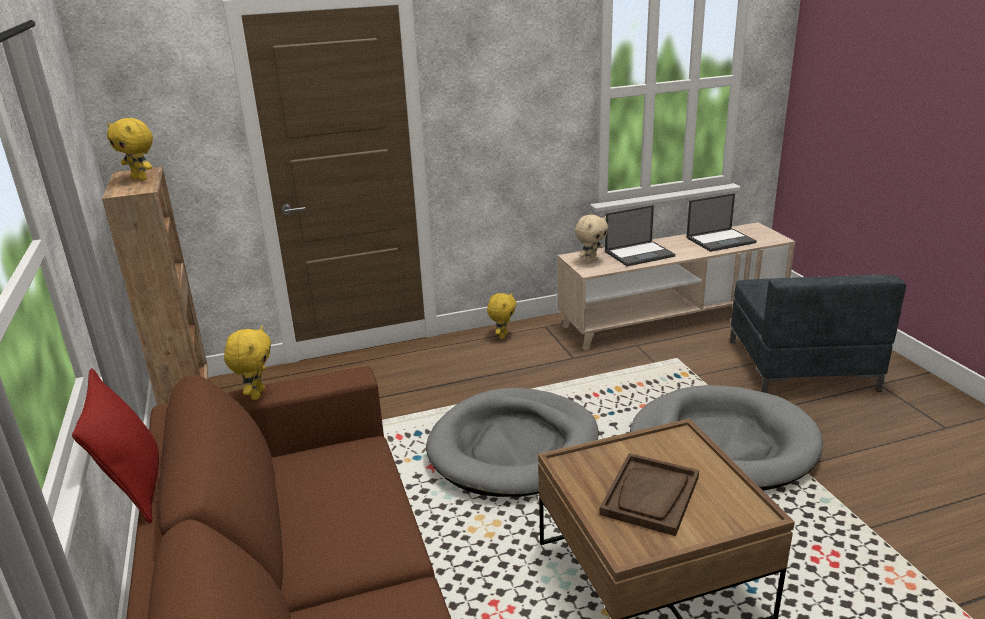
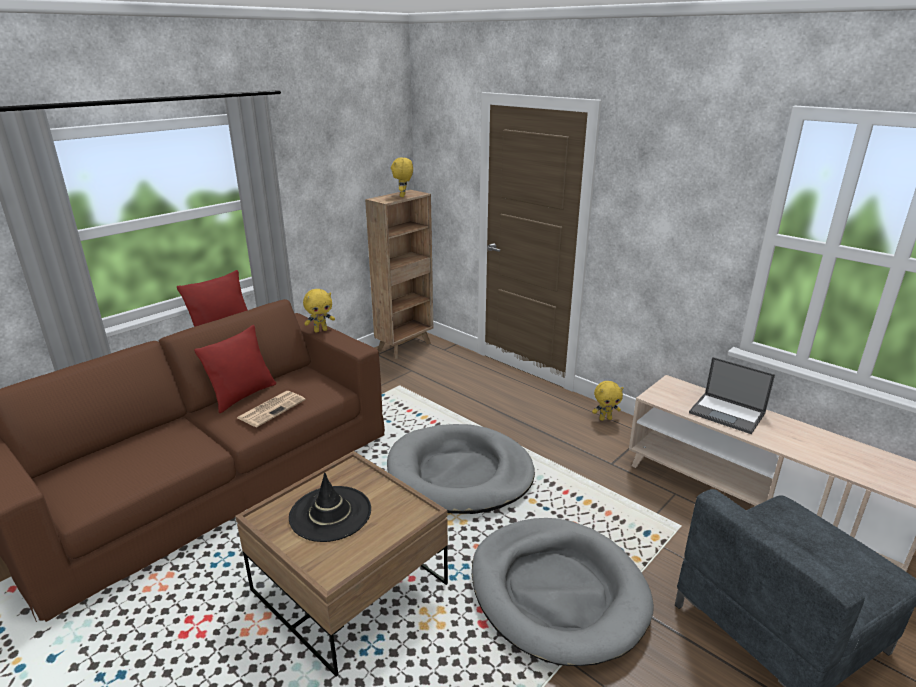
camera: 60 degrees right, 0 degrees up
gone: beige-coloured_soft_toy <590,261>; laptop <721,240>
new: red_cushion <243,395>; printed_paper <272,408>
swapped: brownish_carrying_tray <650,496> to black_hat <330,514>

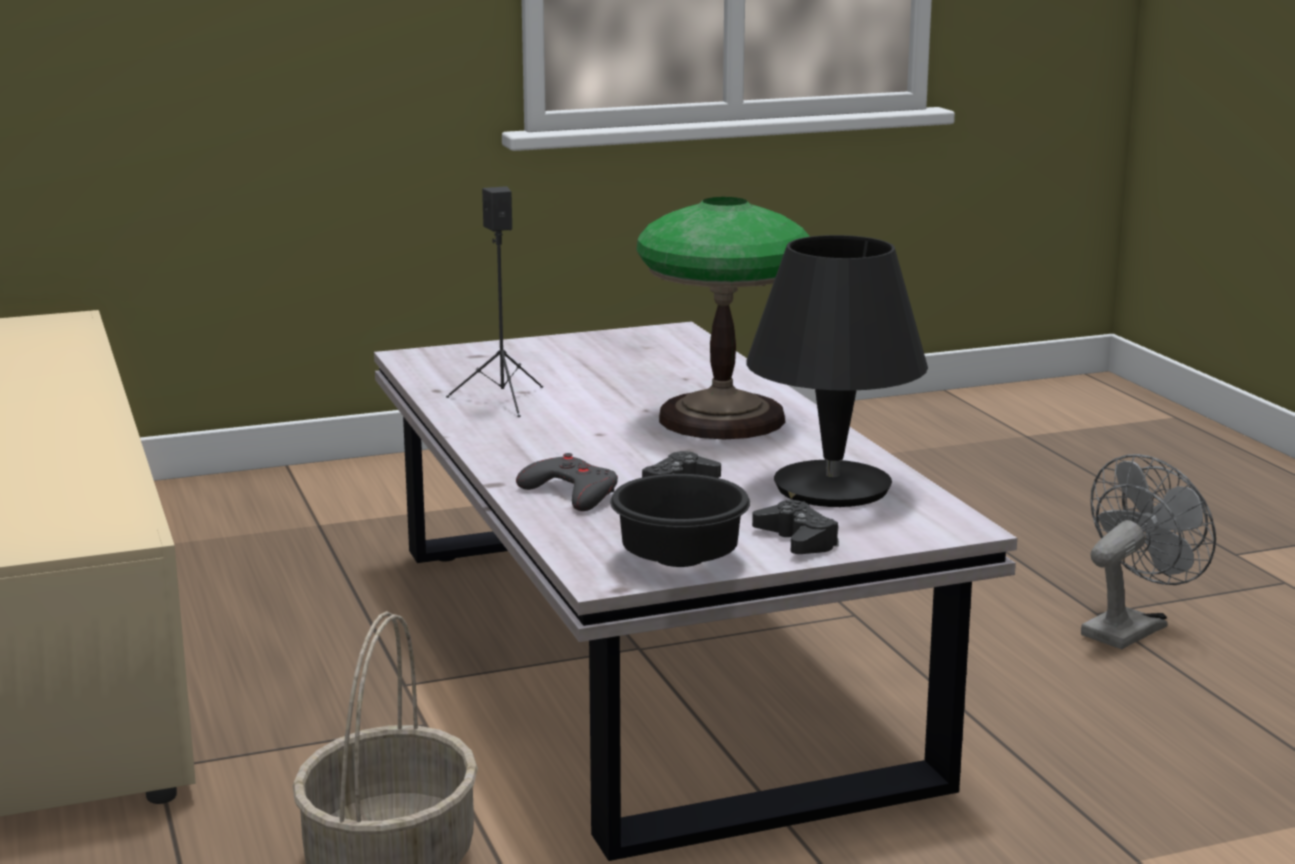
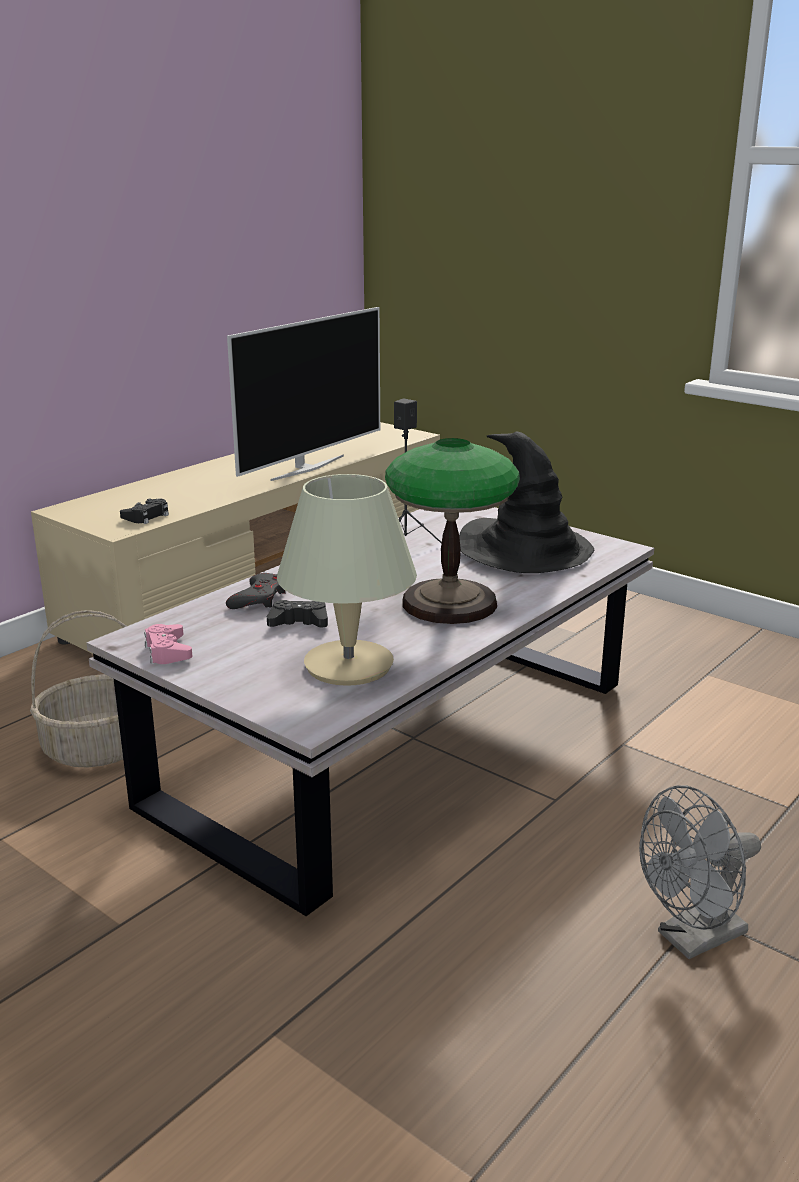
camera: 60 degrees right, 5 degrees up
new: TV_set <306,468>; black_hat <525,551>
shifted: black_gamepad <797,540> to <147,516>
swapped: black_serving_bowl <677,561> to pink_gamepad <168,651>
repainted: black_lamp_for_a_table <831,488> to beige-coloured_lamp_for_a_table <347,665>
rotated: greyish_electric_fan <1131,627> = <692,939> 135 degrees clockwise

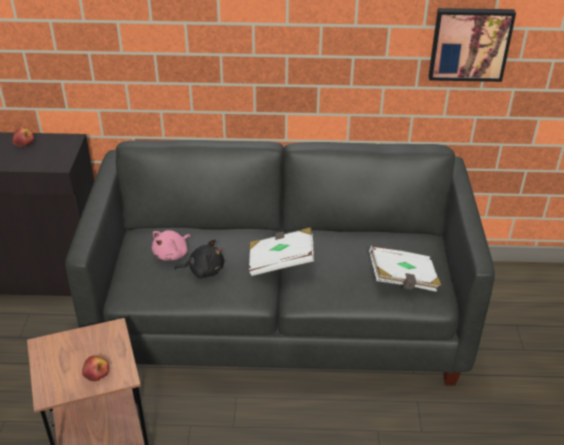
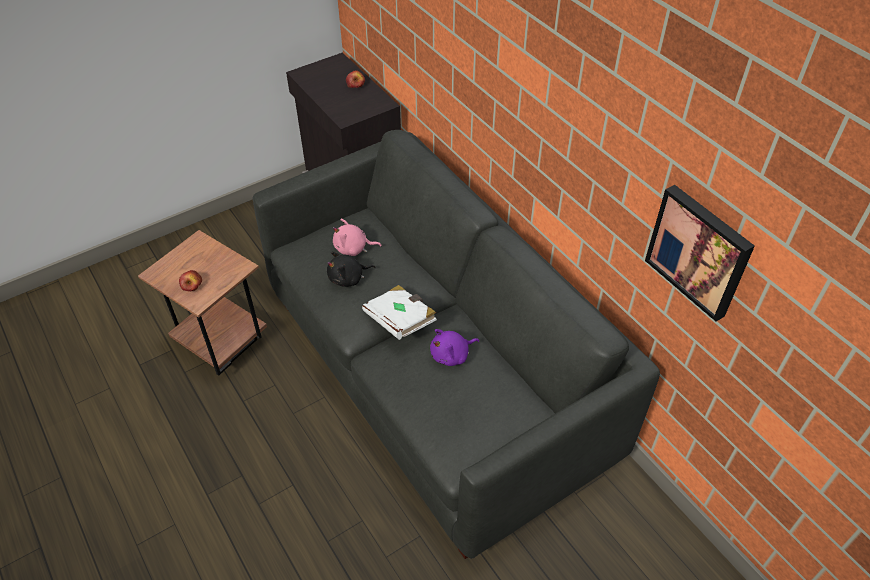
camera: 55 degrees right, 10 degrees up
gone: white_bound_book <403,280>
new: purple_soft_toy <452,355>
rotated: black_soft_toy <204,270> = <348,278> 105 degrees clockwise

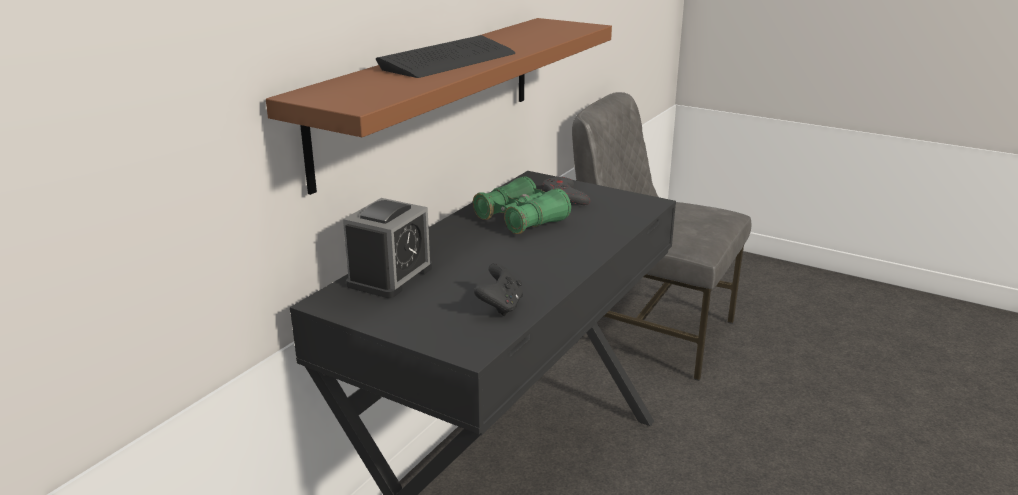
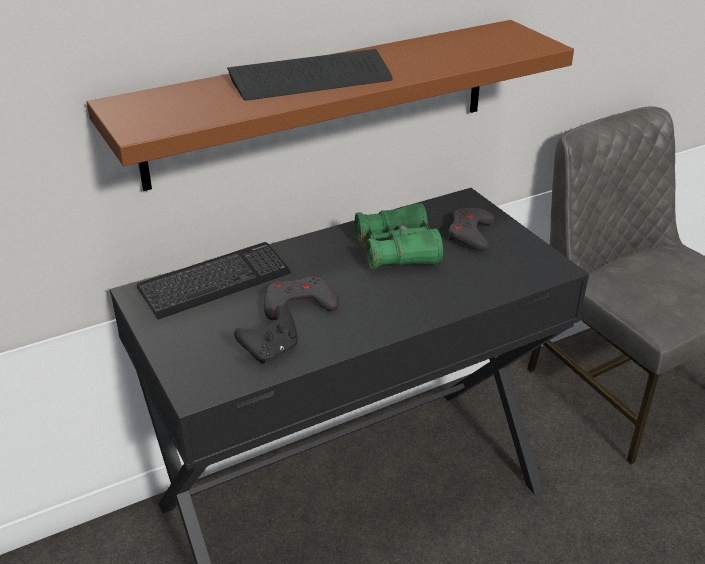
camera: 30 degrees right, 10 degrees up
new: greyish_gamepad <298,304>
swapped: table_clock <390,276> to computer_keyboard <215,282>

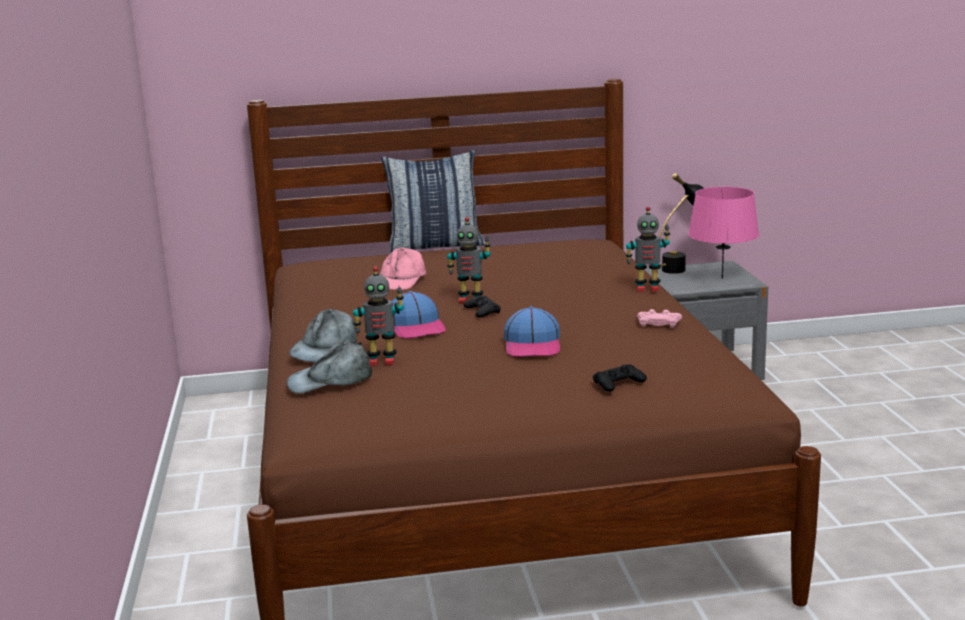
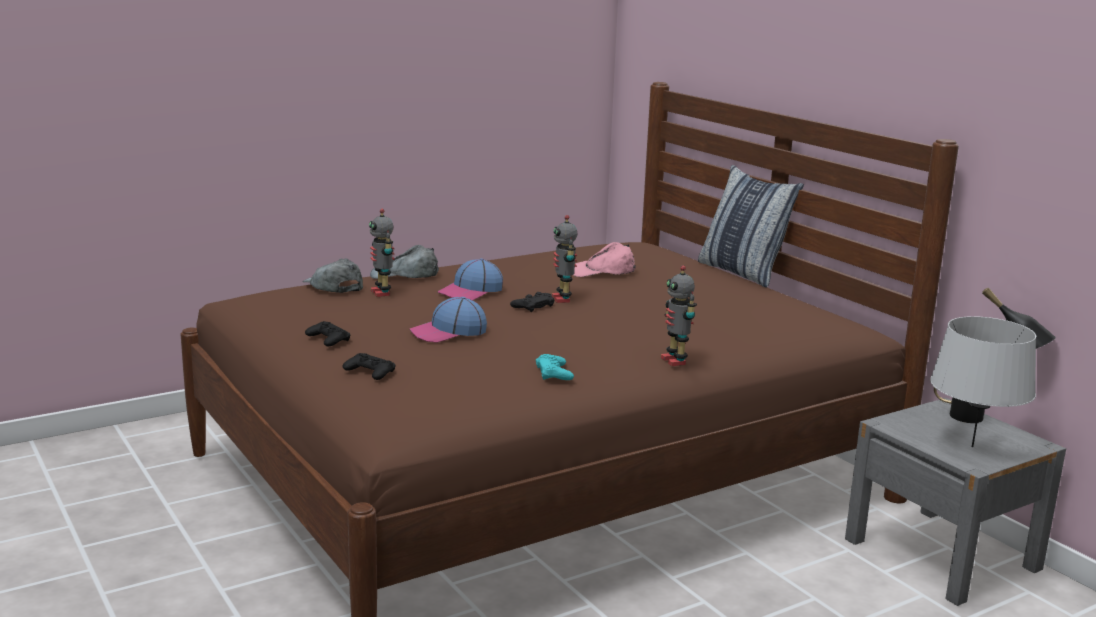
camera: 65 degrees right, 0 degrees up
new: black_gamepad <328,339>
repainted: pink_gamepad <659,323> to turquoise_gamepad <554,373>; pink_lamp_for_a_table <722,278> to greyish_lamp_for_a_table <972,446>

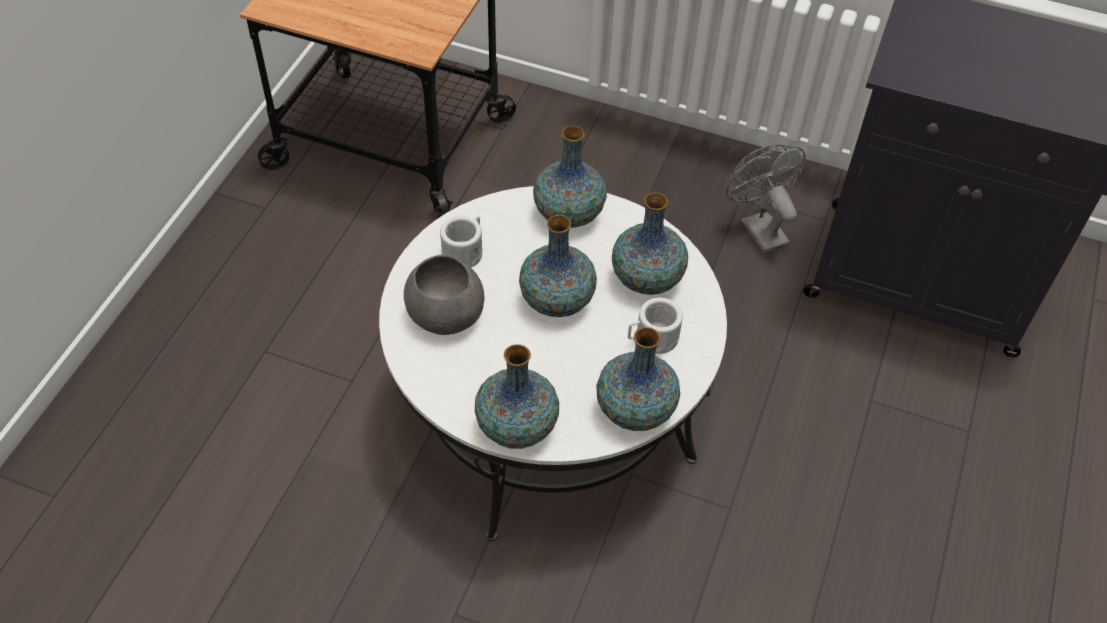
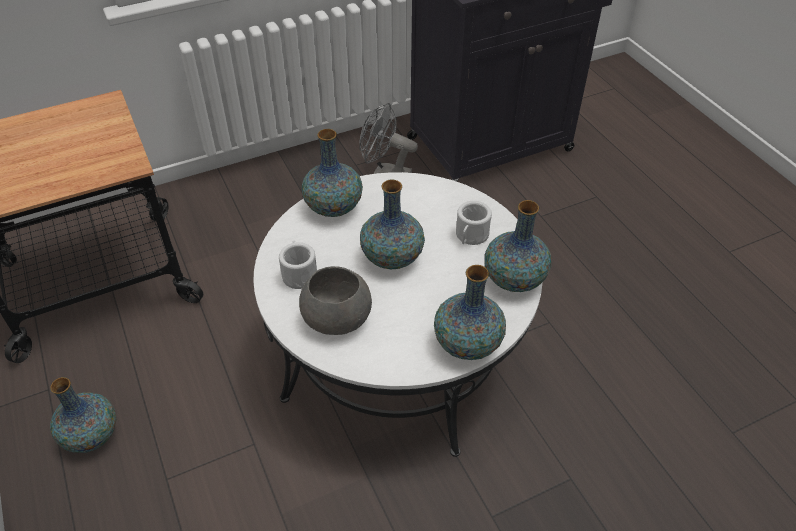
camera: 45 degrees left, 5 degrees down
shifted: flower_vase <647,278> to <91,435>

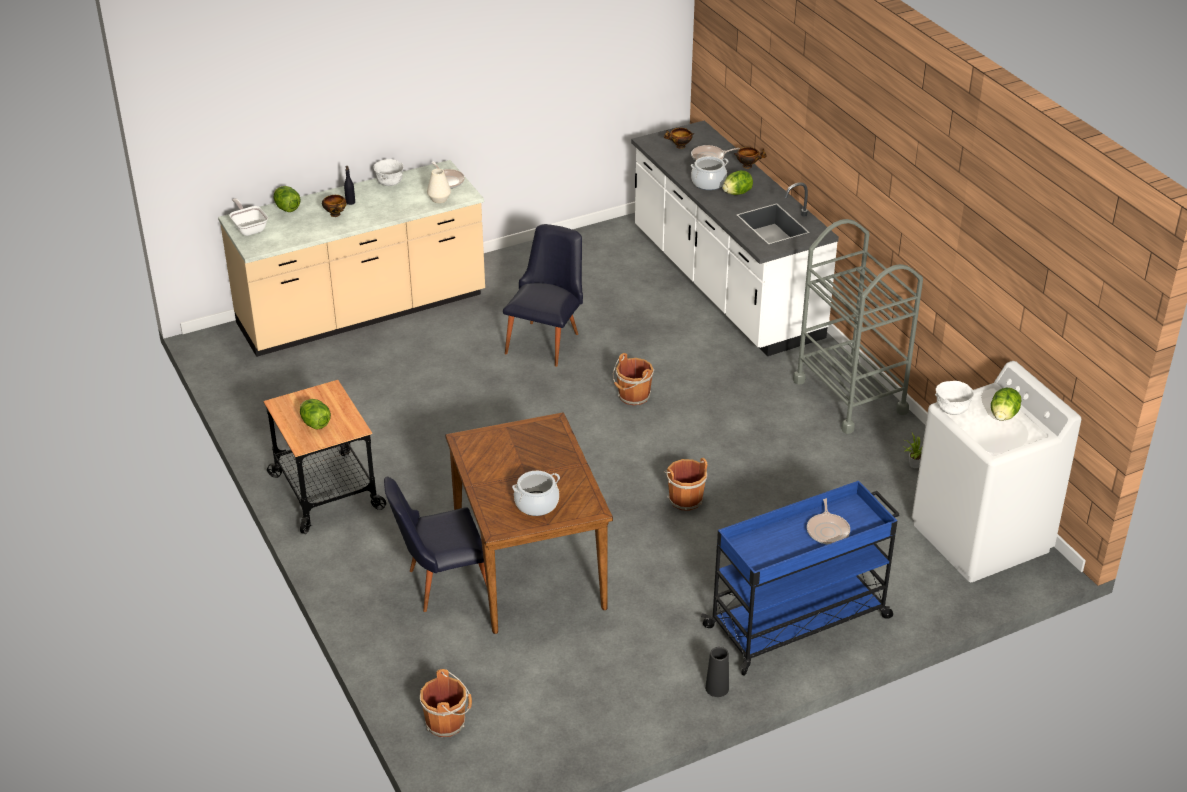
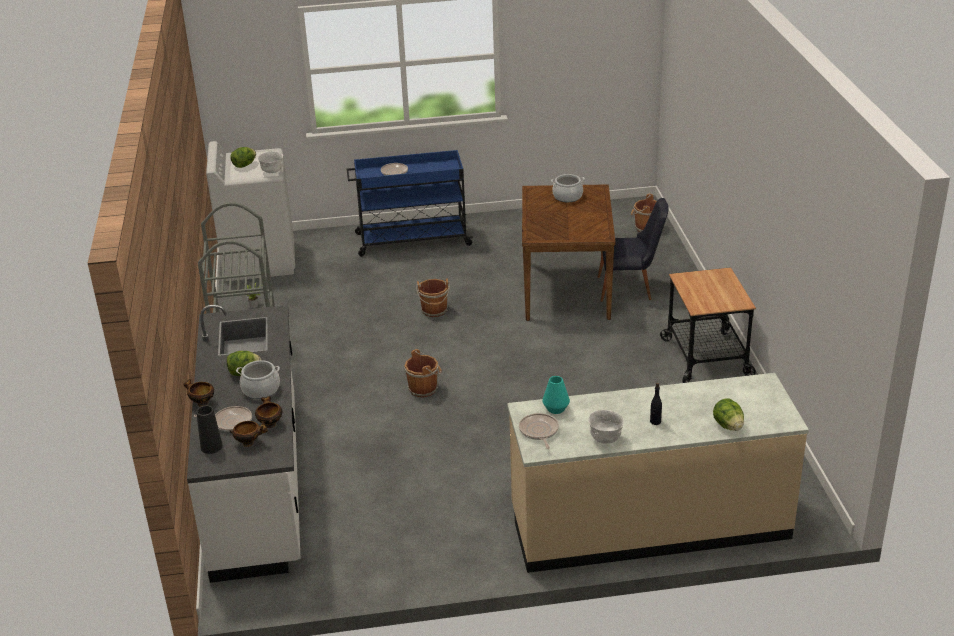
camera: 160 degrees left, 5 degrees down
gone: frying_pan <249,228>; lettuce_head <315,423>; black_plain_chair <547,339>
shifted: serving_bowl <336,215> to <270,424>; black_flower_vase <717,688> to <211,447>
repainted: white_flower_vase <439,199> to turquoise_flower_vase <556,409>

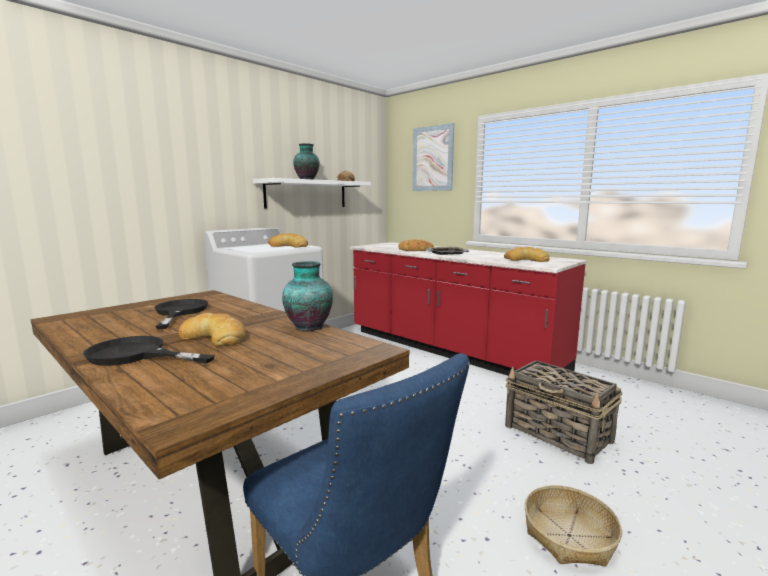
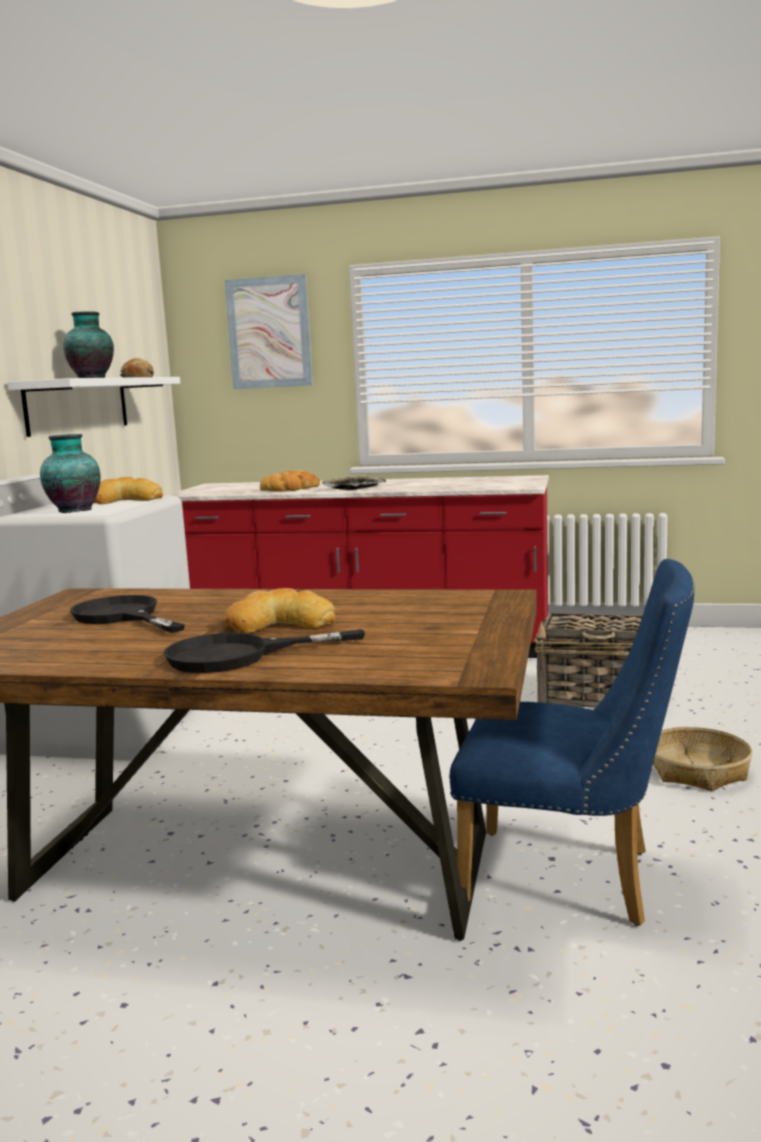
camera: 30 degrees left, 0 degrees up
gone: baked_bread <526,260>
shifted: flower_vase <308,327> to <73,510>

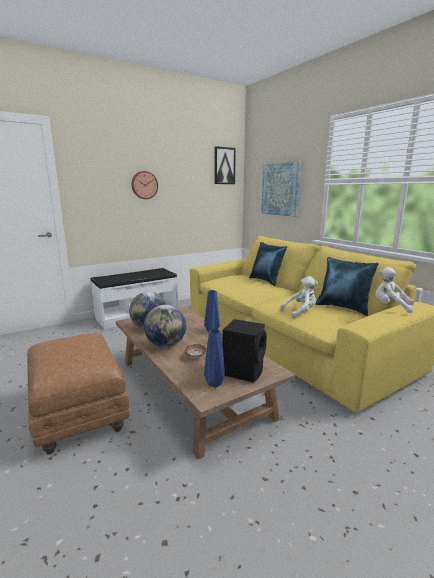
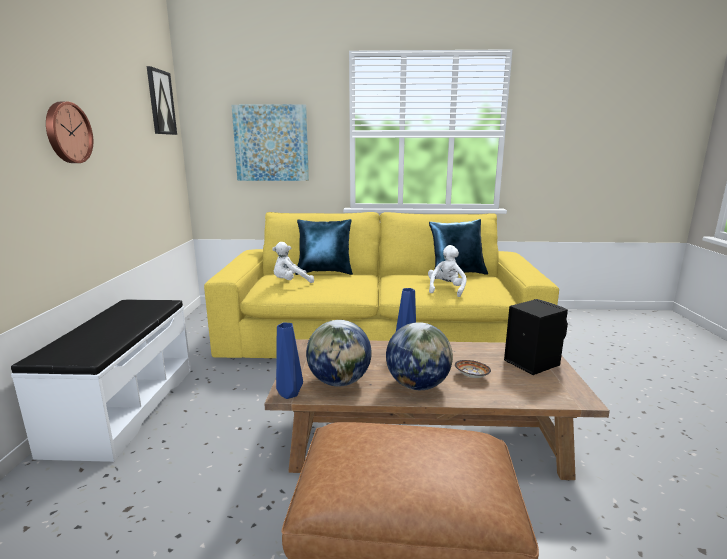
camera: 55 degrees left, 0 degrees up
shifted: blue_flower_vase <215,384> to <290,394>; white_soft_toy <390,307> to <291,283>

